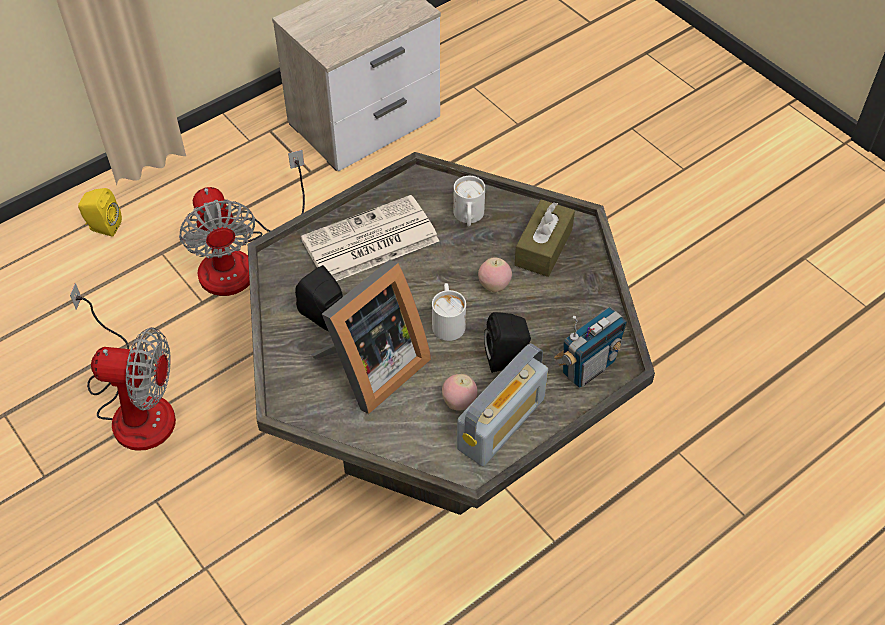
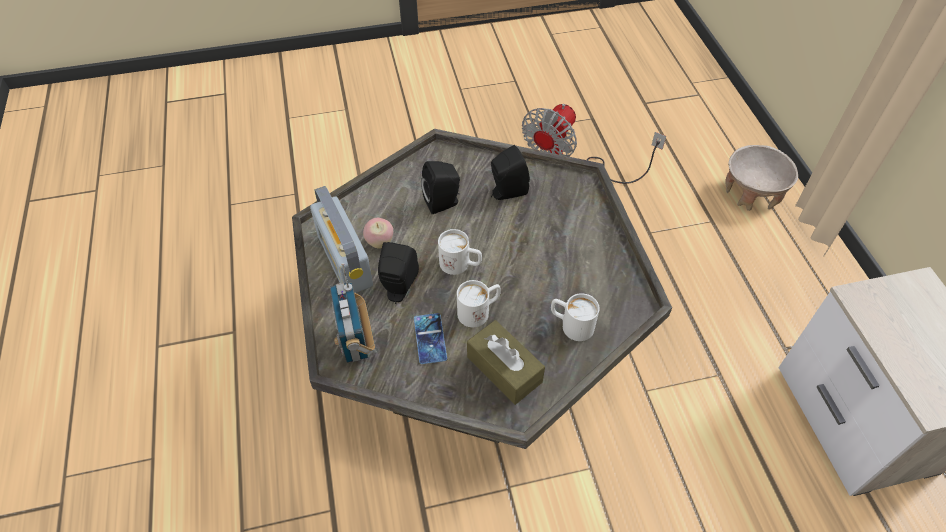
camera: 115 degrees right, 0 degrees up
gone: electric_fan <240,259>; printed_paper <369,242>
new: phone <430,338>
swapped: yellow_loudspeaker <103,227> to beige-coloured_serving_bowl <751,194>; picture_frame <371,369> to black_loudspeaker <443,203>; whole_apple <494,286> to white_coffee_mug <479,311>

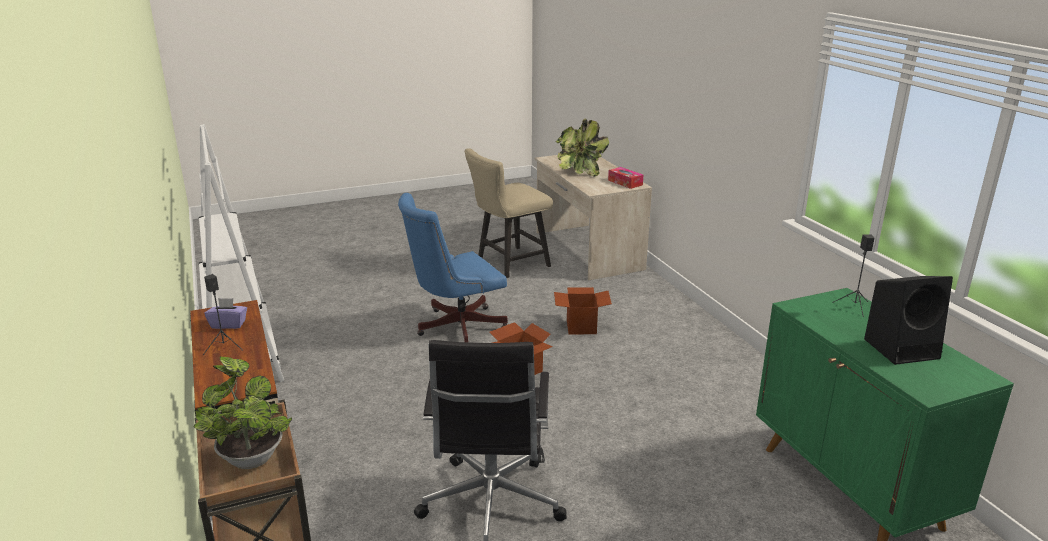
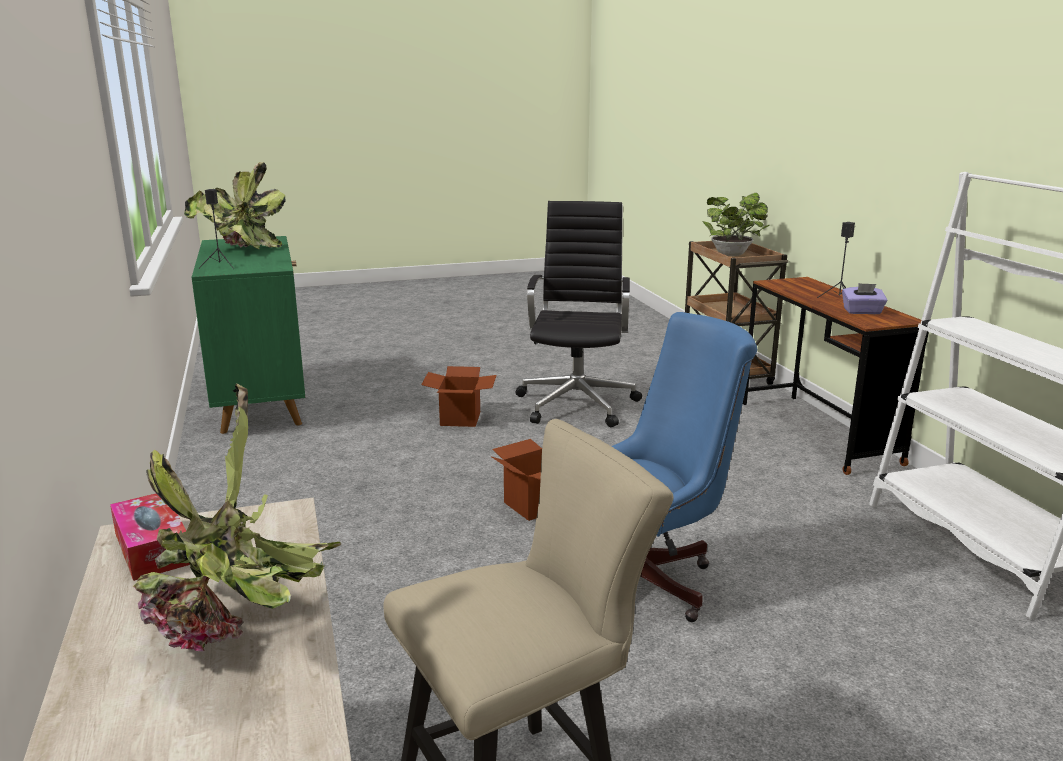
camera: 175 degrees left, 5 degrees down
shifted: packing_box <581,327> to <460,419>
swapped: black_loudspeaker <902,348> to plant_in_a_pot <240,250>

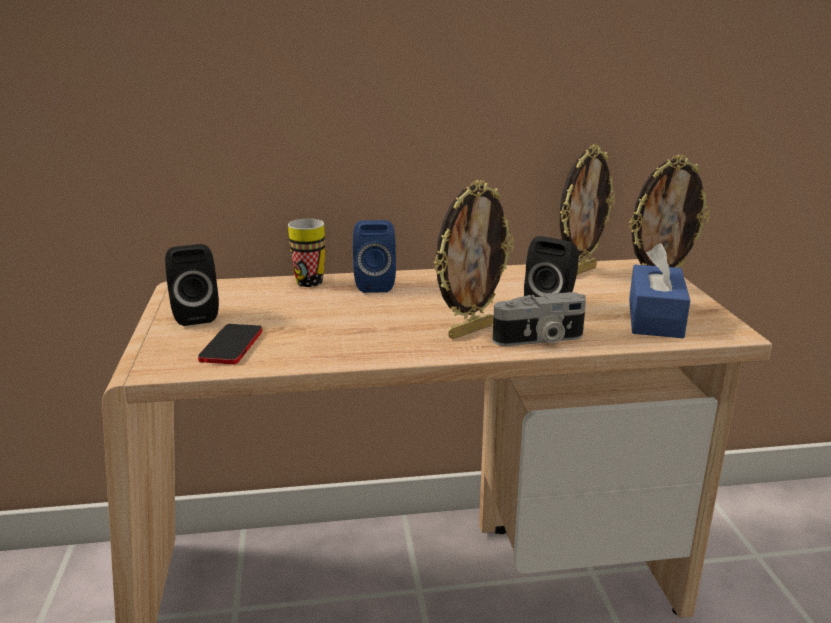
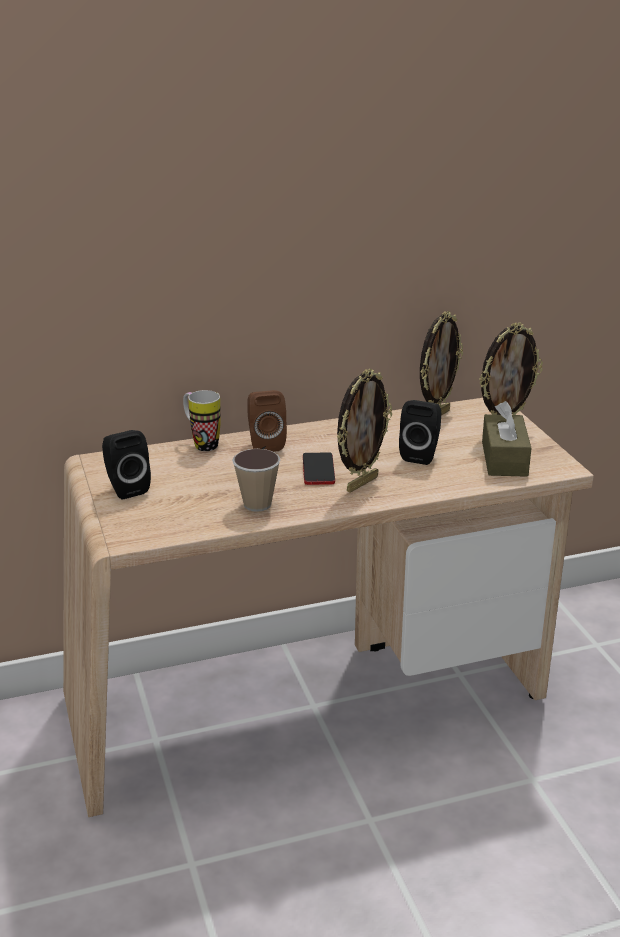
camera: 10 degrees left, 5 degrees up
gone: photo_camera <539,340>
new: small_cup <257,504>
shifted: phone <231,345> to <318,470>
repainted: blue_loudspeaker <375,284> to brownish_loudspeaker <265,443>; blue_tissue_box <655,317> to brownish_tissue_box <504,459>

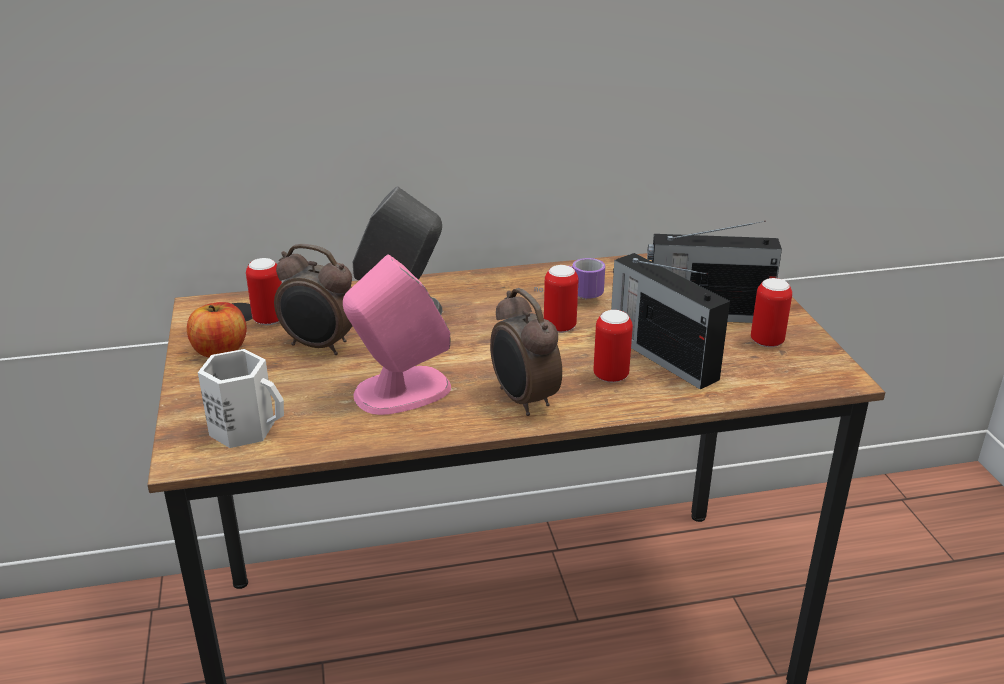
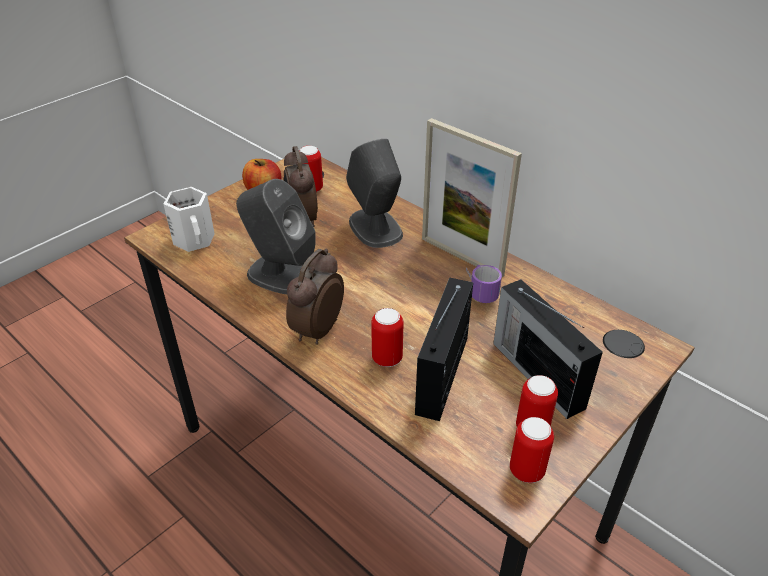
camera: 55 degrees right, 10 degrees up
new: picture_frame <461,256>
shifted: metal_can <559,327> to <526,471>
repainted: pink_loudspeaker <401,391> to greyish_loudspeaker <281,275>

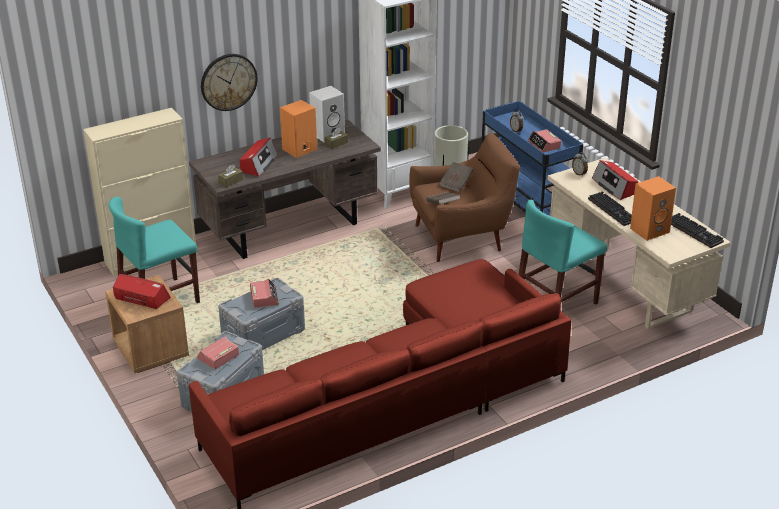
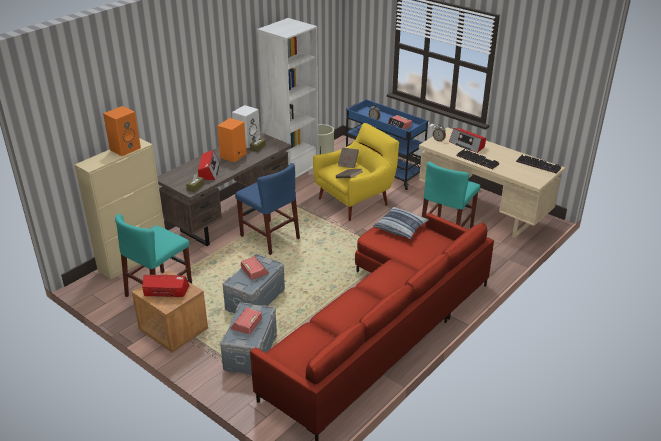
camera: 20 degrees left, 0 degrees up
gone: hanging_clock <228,82>
new: blue_plain_chair <269,237>; cushion <401,228>
shifted: orange-coloured_loudspeaker <650,230> to <125,148>
repainted: brownish_lounge_chair <462,237> to yellow_lounge_chair <356,200>

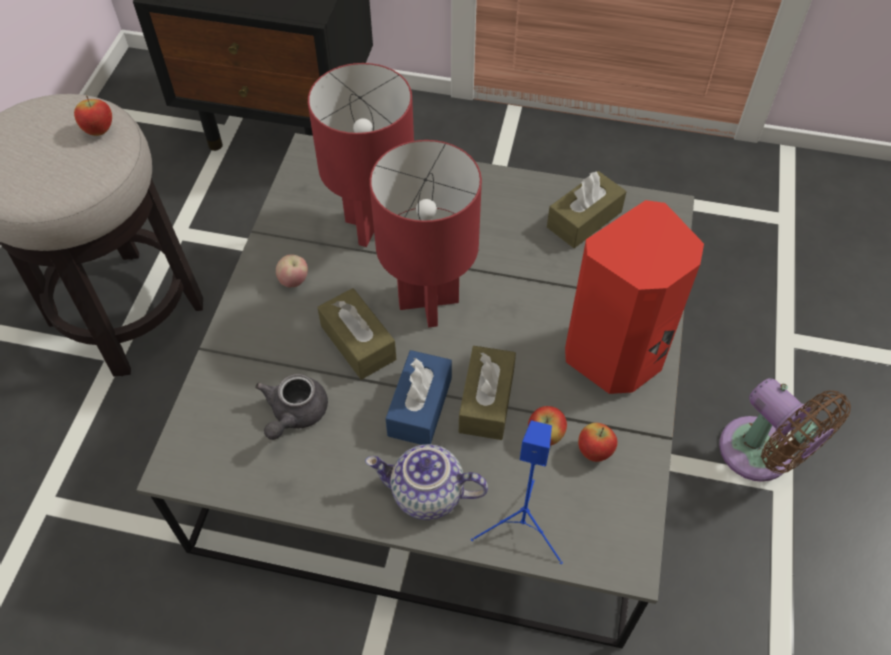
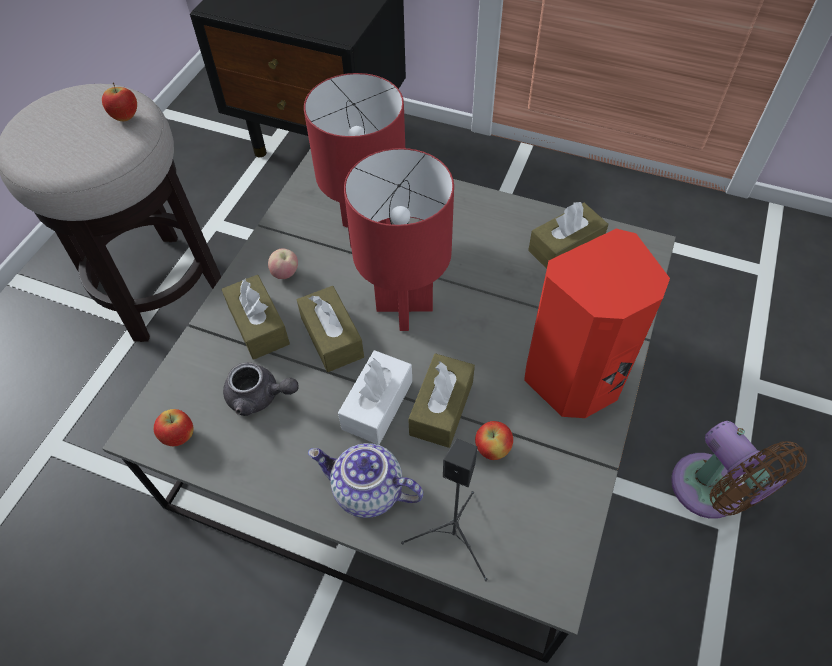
camera: 10 degrees right, 0 degrees up
new: brownish_tissue_box <258,325>
shifted: whole_apple <594,452> to <179,437>
repainted: blue_tissue_box <420,406> to white_tissue_box <377,405>; blue_loudspeaker <523,527> to black_loudspeaker <454,538>
rotated: greyish_teapot <294,414> = <259,397> 105 degrees counterclockwise

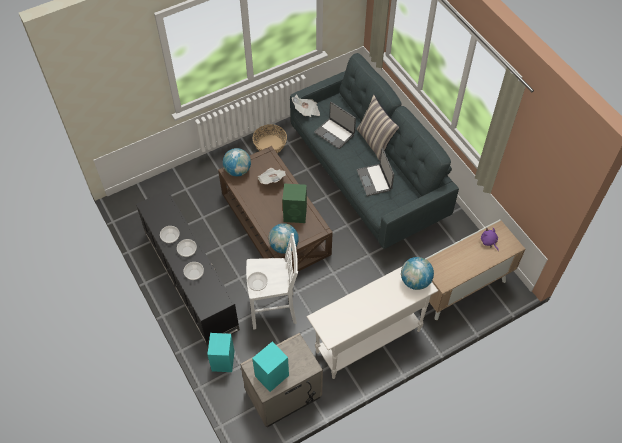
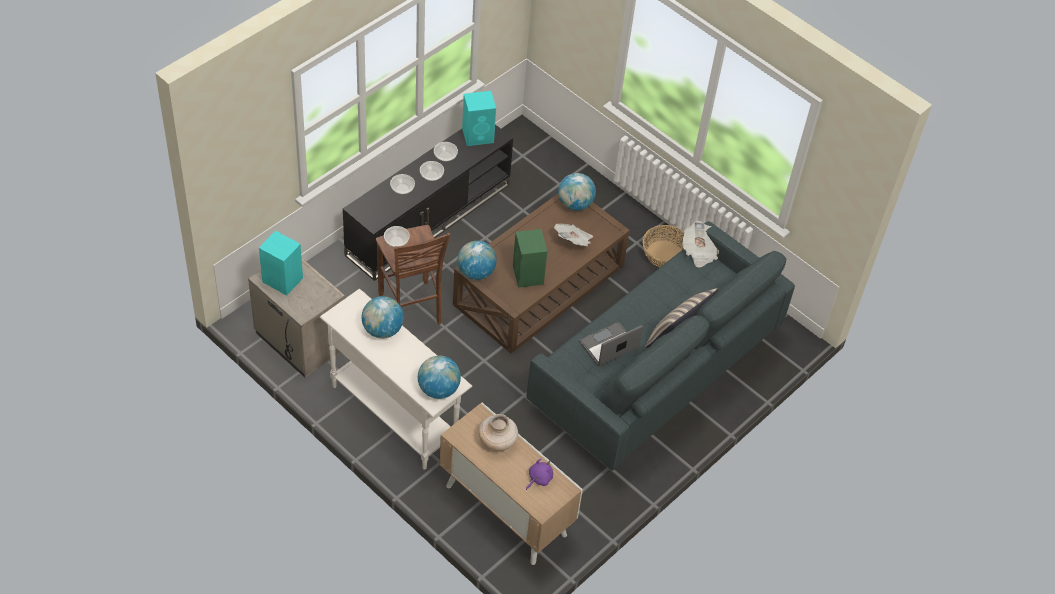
camera: 70 degrees right, 5 degrees down
gone: laptop <335,133>
new: desk_globe <382,330>; beige-coloured_flower_vase <498,441>
shifted: turquoise_loudspeaker <223,360> to <478,135>
repainted: white_stool_seat <274,310> to brownish_stool_seat <411,310>

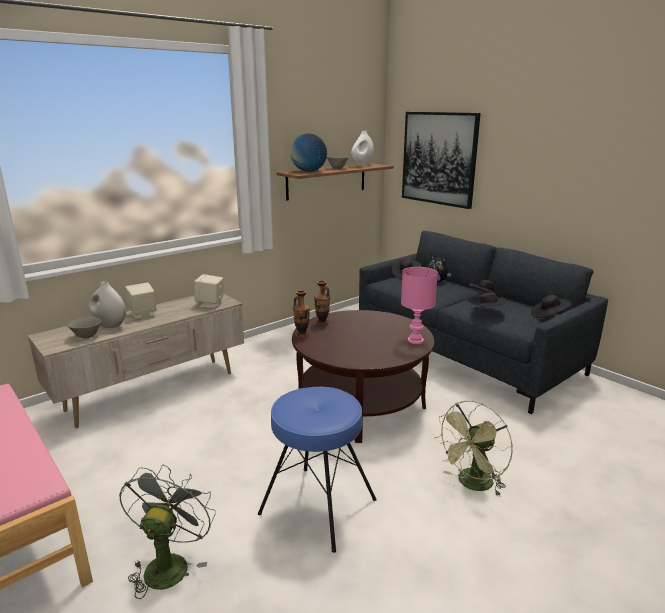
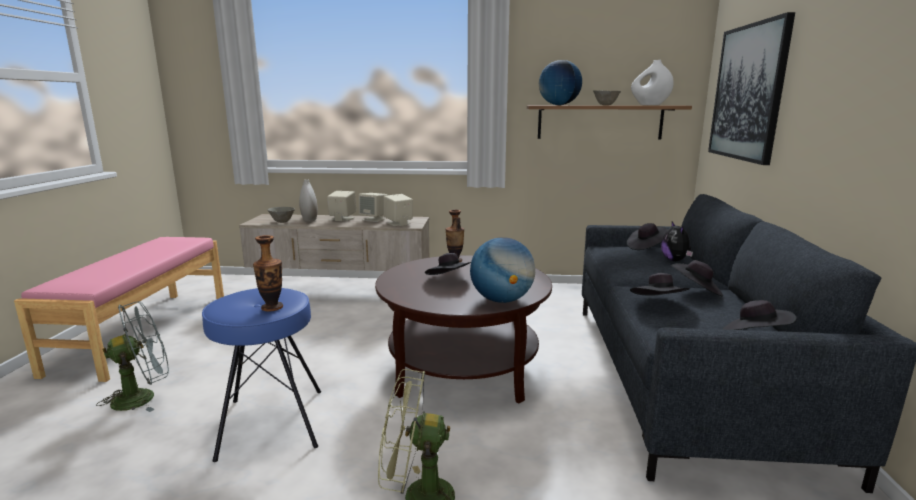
camera: 45 degrees right, 5 degrees down
new: beige-coloured_loudspeaker <374,219>; black_hat <449,280>
shifted: flower_vase <302,335> to <272,307>
swapped: pink_lamp_for_a_table <415,340> to desk_globe <501,300>

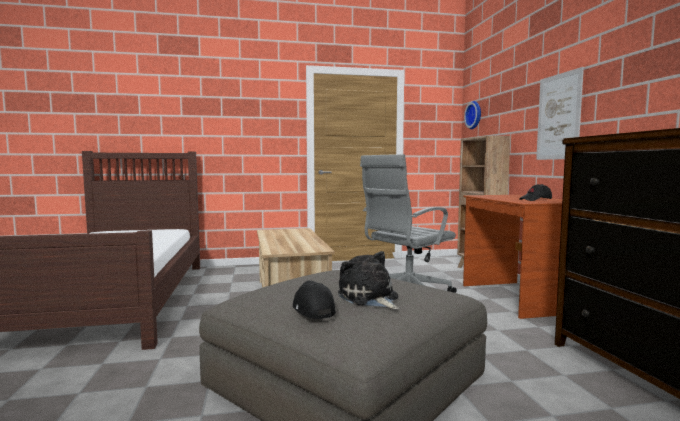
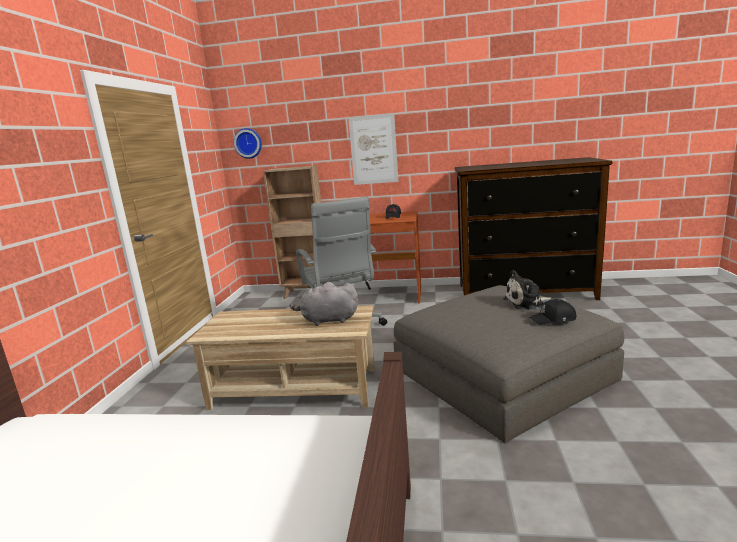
camera: 70 degrees left, 10 degrees up
new: greyish_soft_toy <327,320>

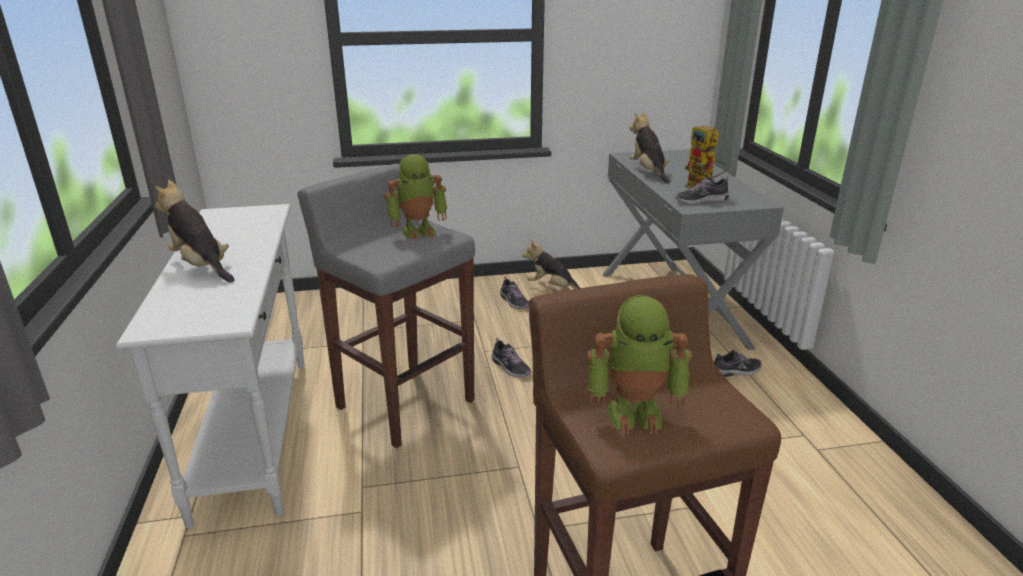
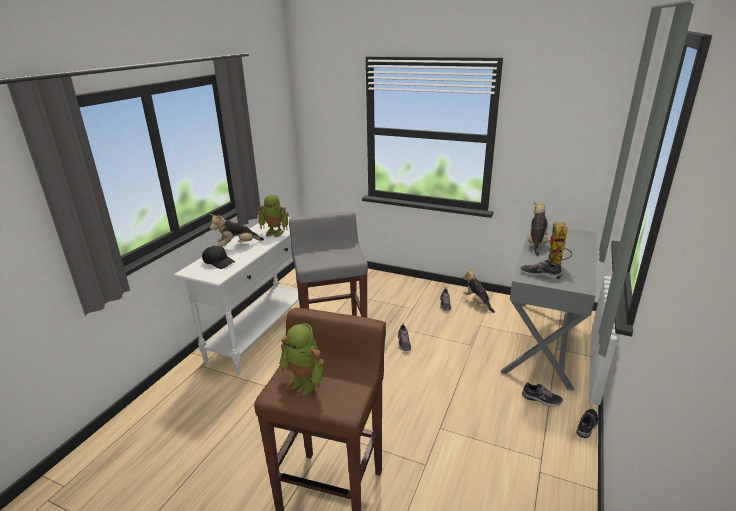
camera: 35 degrees right, 0 degrees up
new: black_peaked_cap <218,262>; low_shoe <587,426>
shifted: model_robot <418,230> to <275,232>
rotated: soft_toy <202,266> = <237,246> 105 degrees counterclockwise

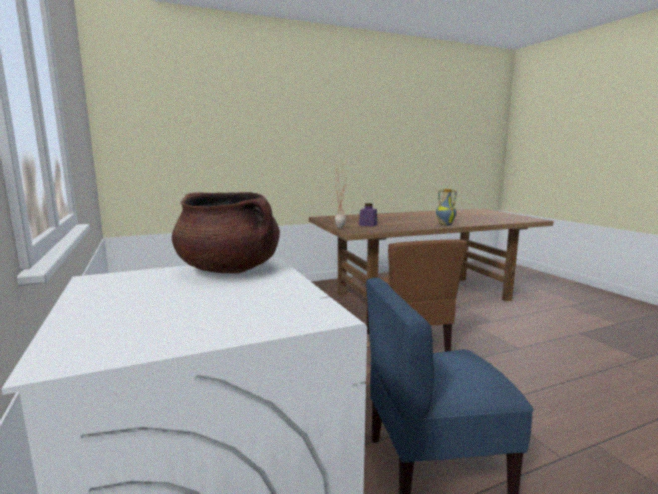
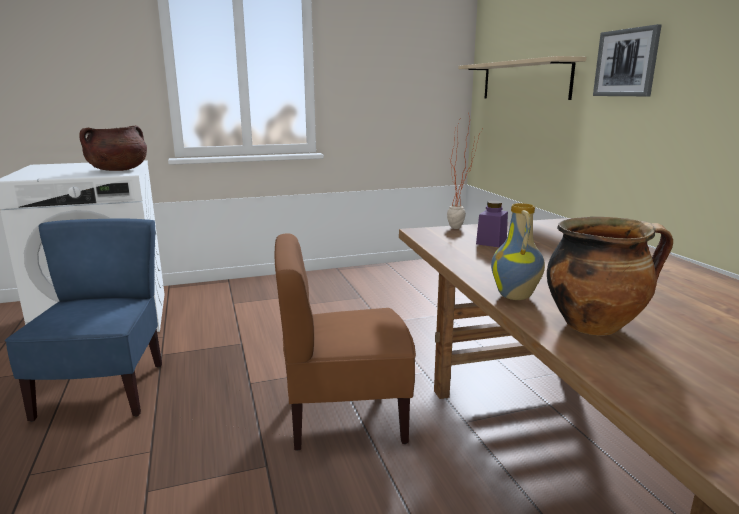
camera: 95 degrees right, 5 degrees up
new: beige-coloured_wall_shelf <524,80>; stockpot <595,325>; wall_picture <626,63>

